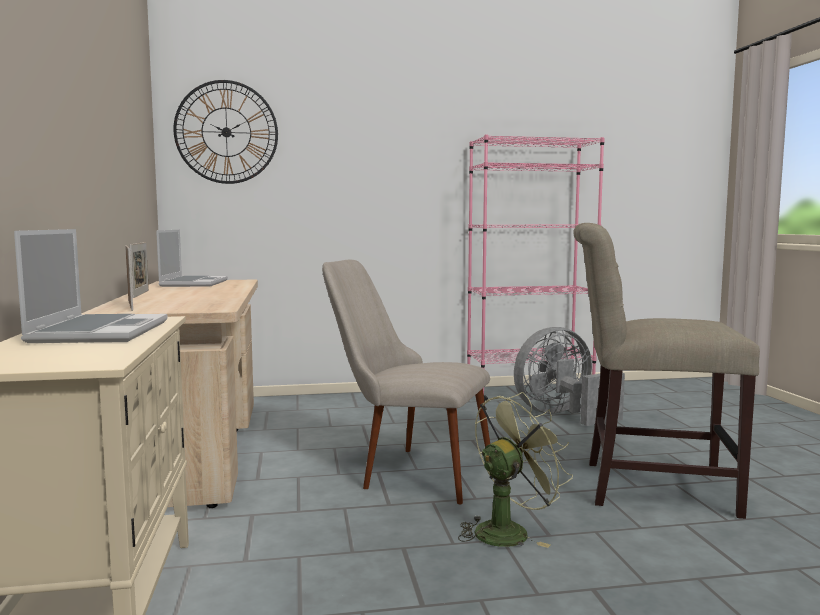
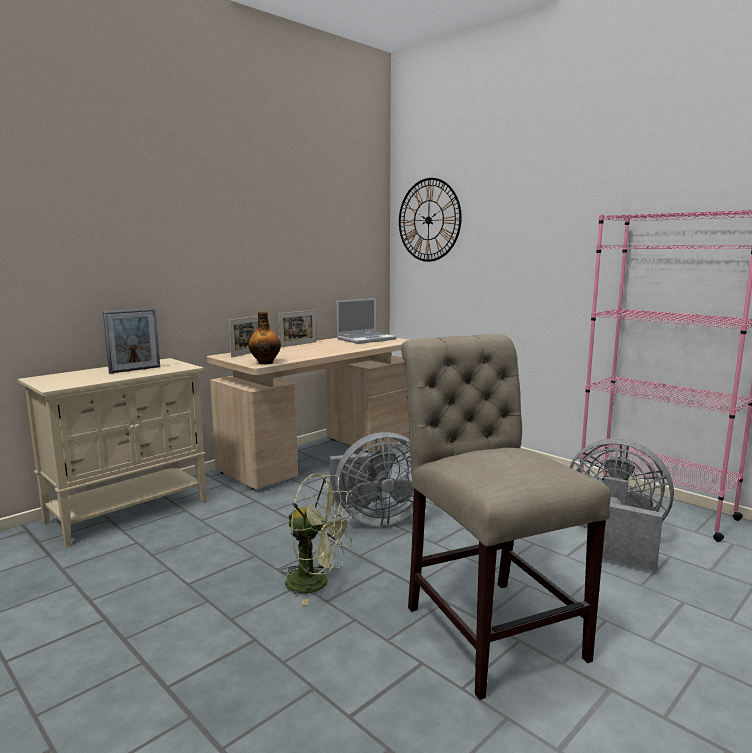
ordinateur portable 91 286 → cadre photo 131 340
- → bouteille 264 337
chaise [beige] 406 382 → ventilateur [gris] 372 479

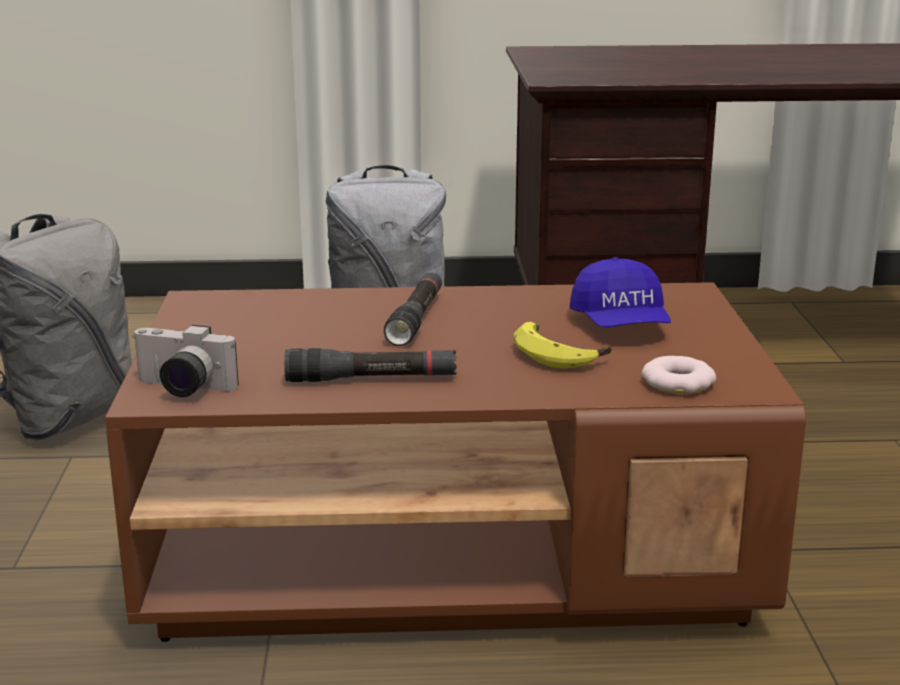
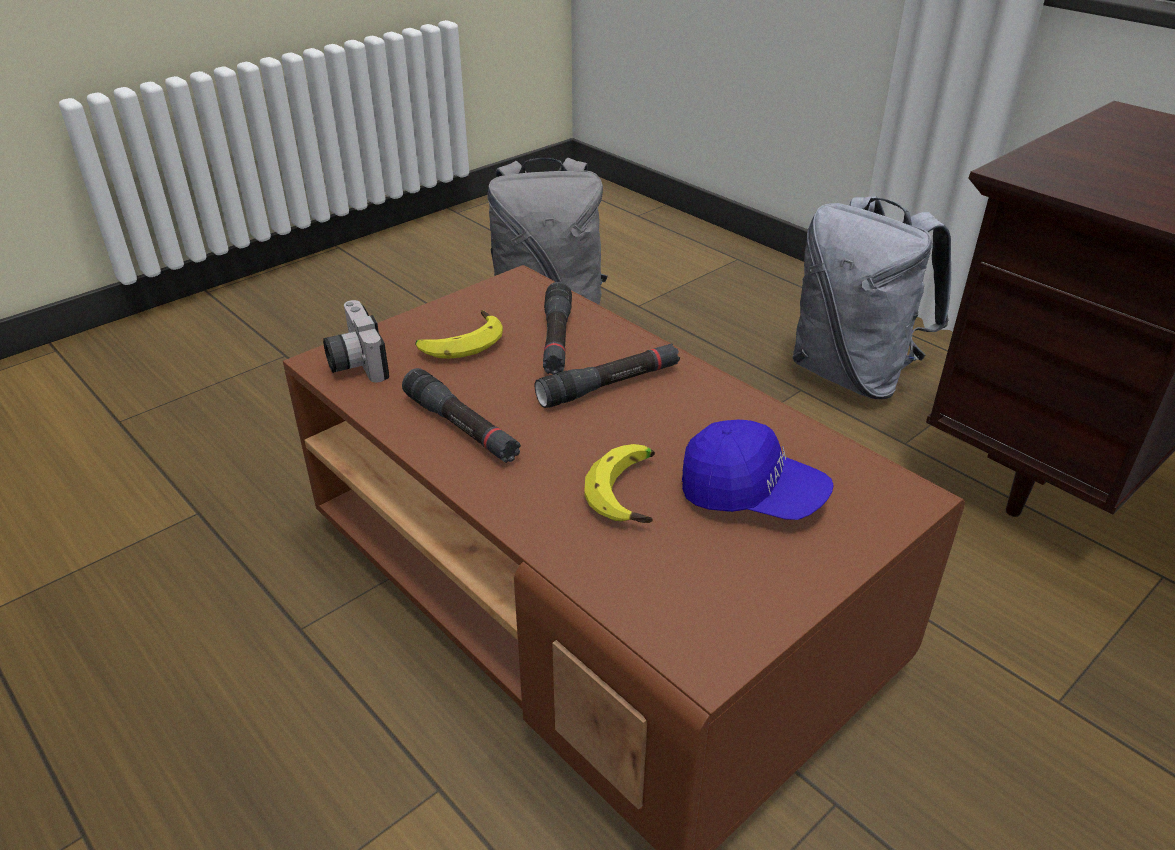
- → banane 459 334
- → lampe de poche [noir] 557 328
casquette [bleu] 620 292 → casquette [bleu] 758 470, 105 degrees counterclockwise
beignet 678 375 → -

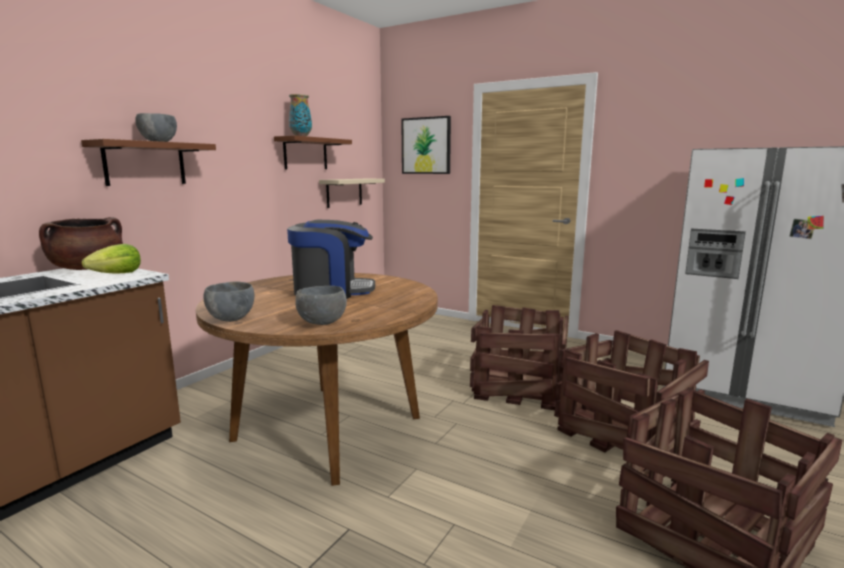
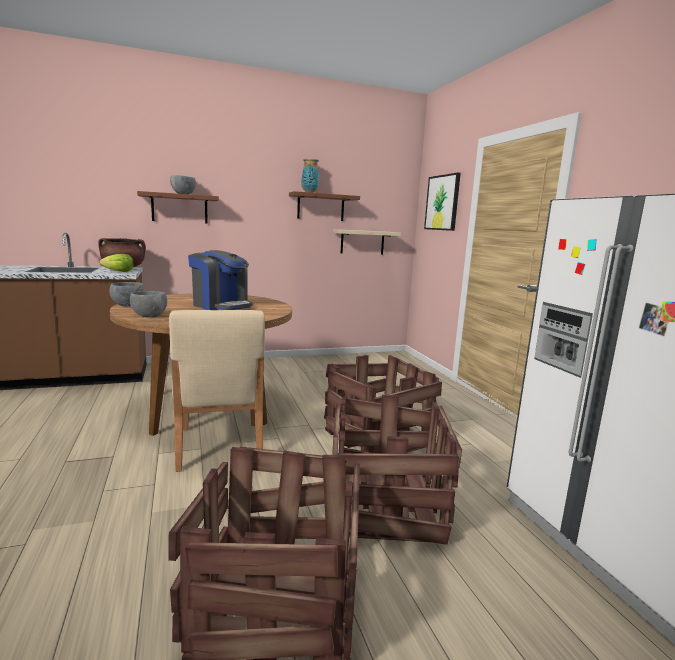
- → chaise [beige] 217 391

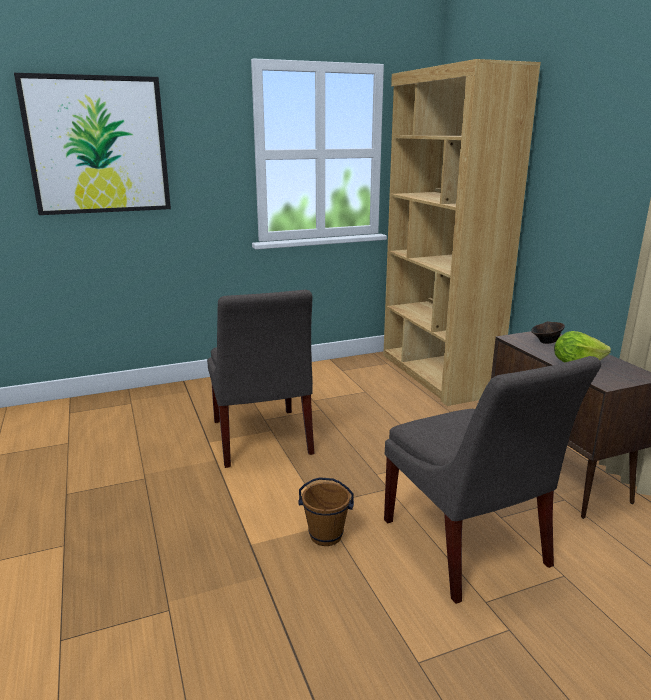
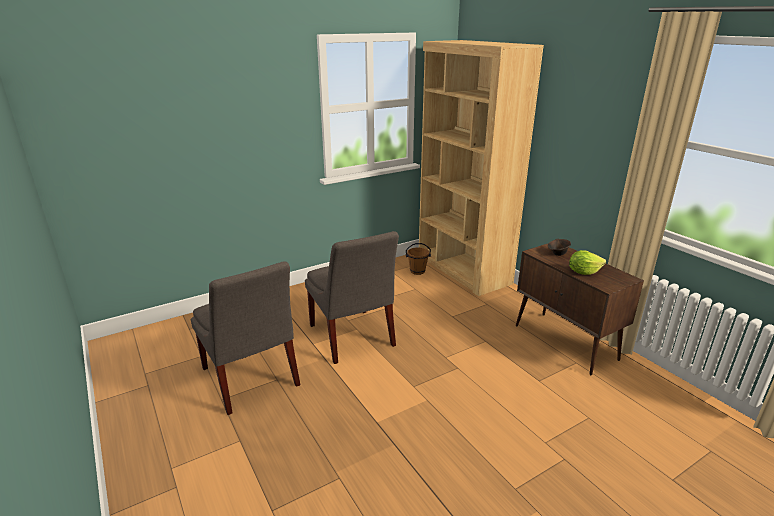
chaise [gris] 492 480 → chaise [gris] 245 338, relocated
seau [marron] 326 511 → seau [marron] 418 259, relocated
tableau 92 144 → -

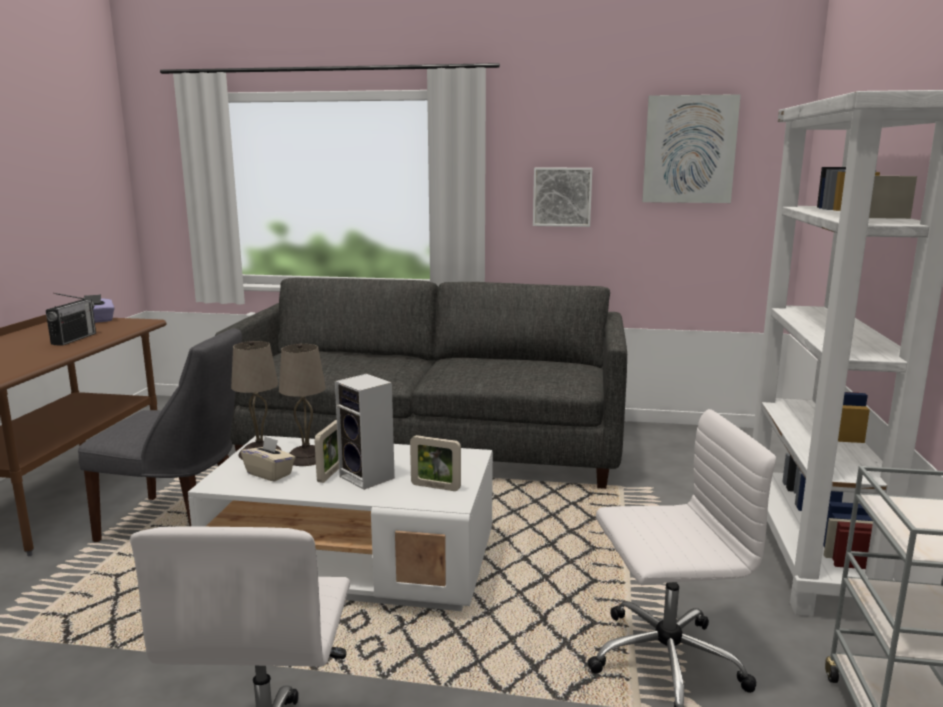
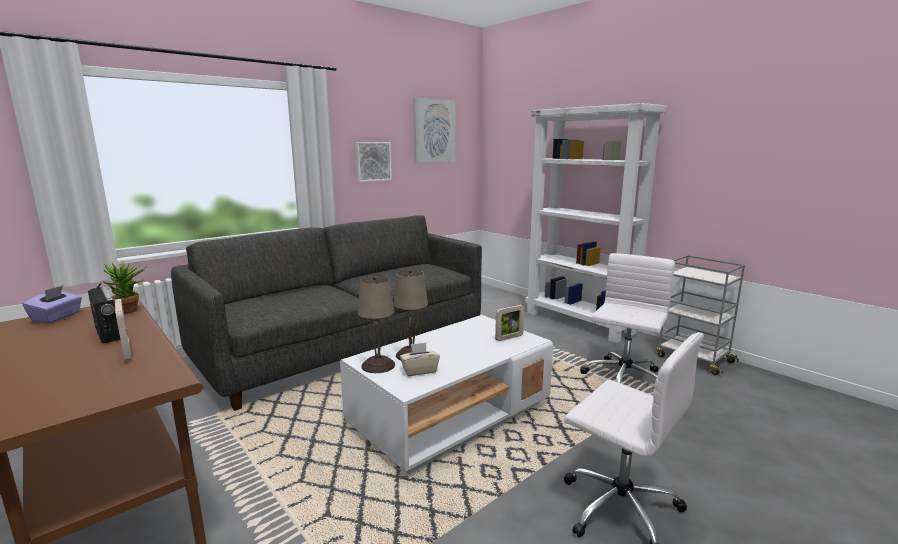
- → plante en pot 123 287
cadre photo 326 451 → cadre photo 123 330, relocated
chaise [gris] 160 435 → -
enceinte 365 432 → -

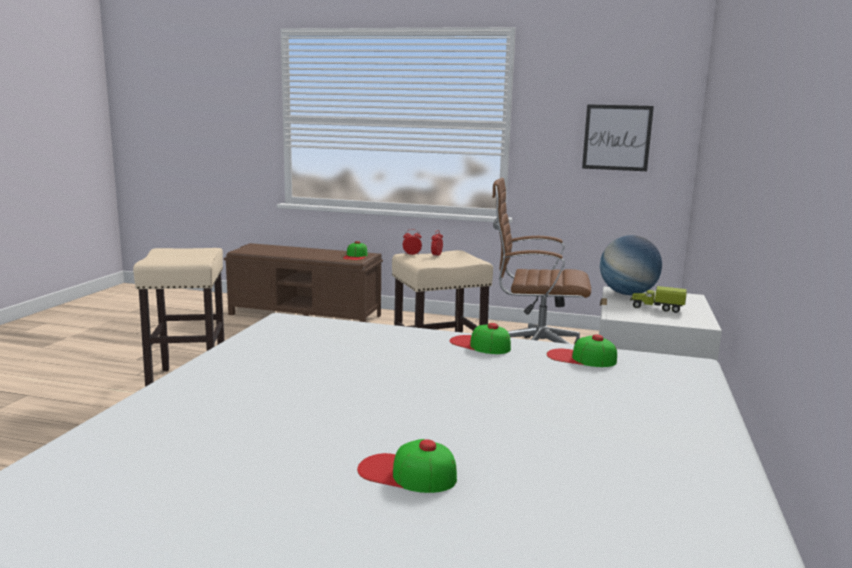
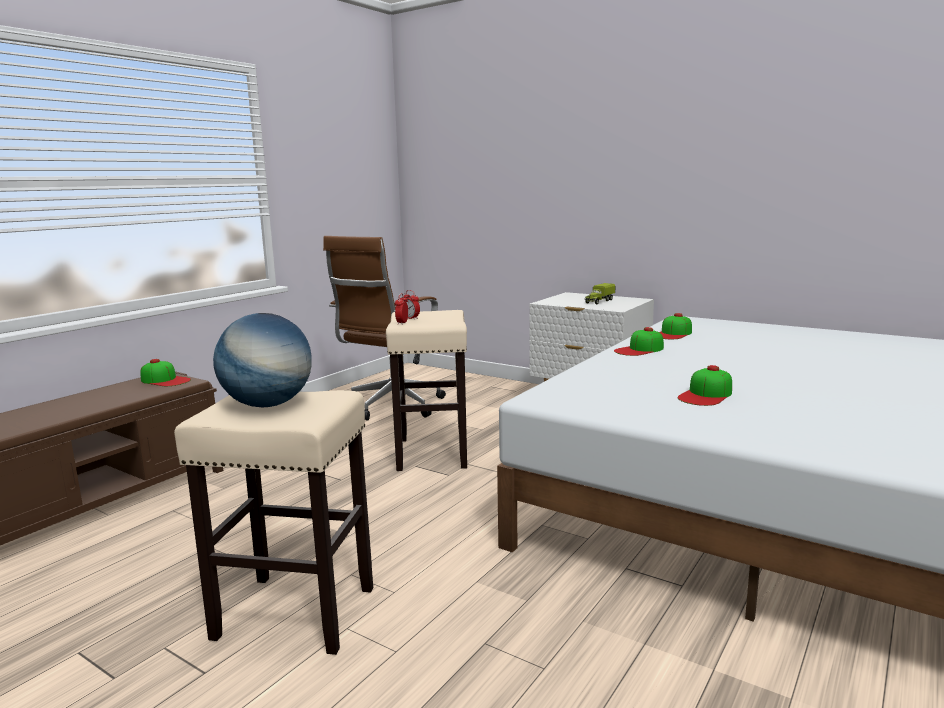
globe 631 265 → globe 262 360, relocated
casquette 407 466 → casquette 705 385, relocated
tableau 618 137 → -

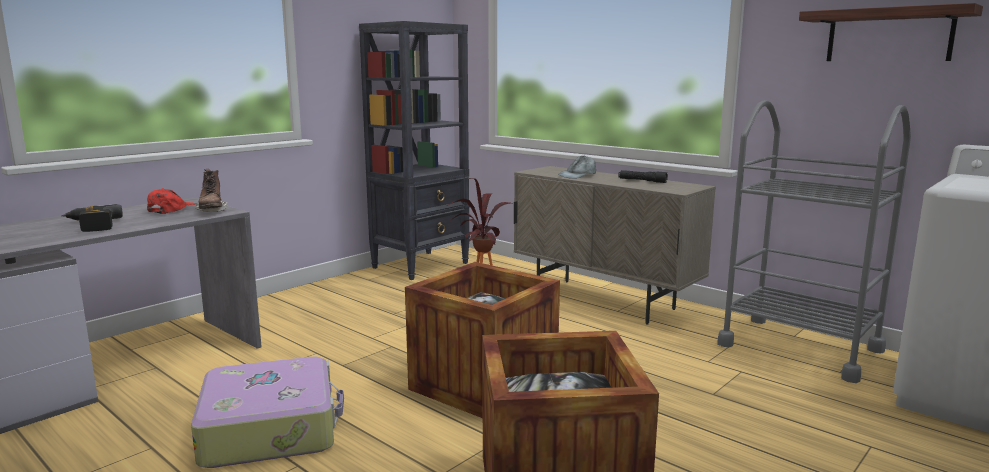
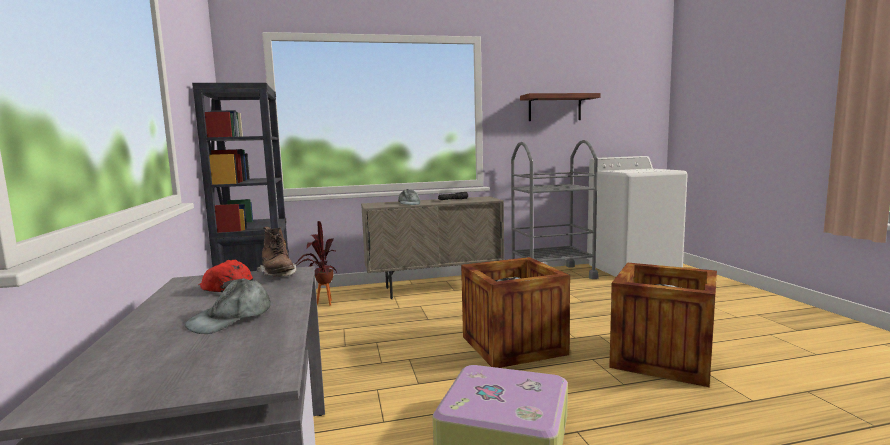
perceuse 92 218 → casquette [gris] 227 306
botte [marron] 212 190 → botte [marron] 276 251, 45 degrees clockwise

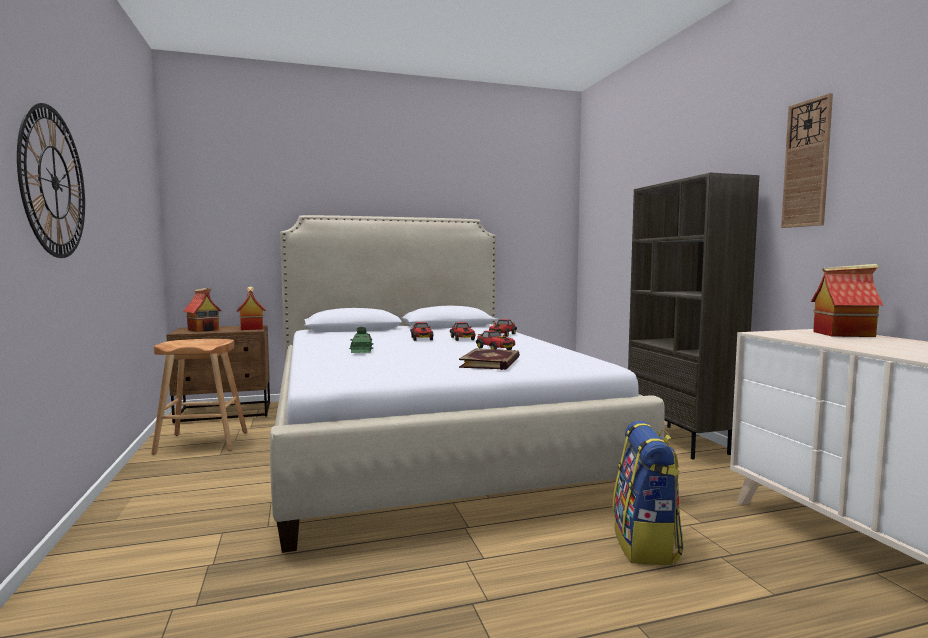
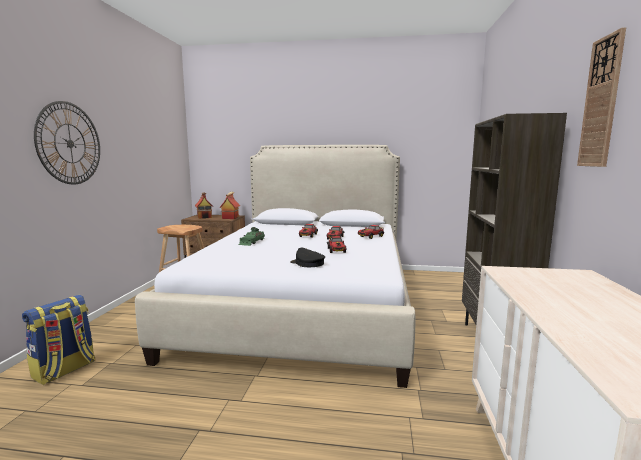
sac à dos 648 493 → sac à dos 59 340, relocated
livre 489 359 → casquette [noir] 307 257
maison miniature 847 300 → -

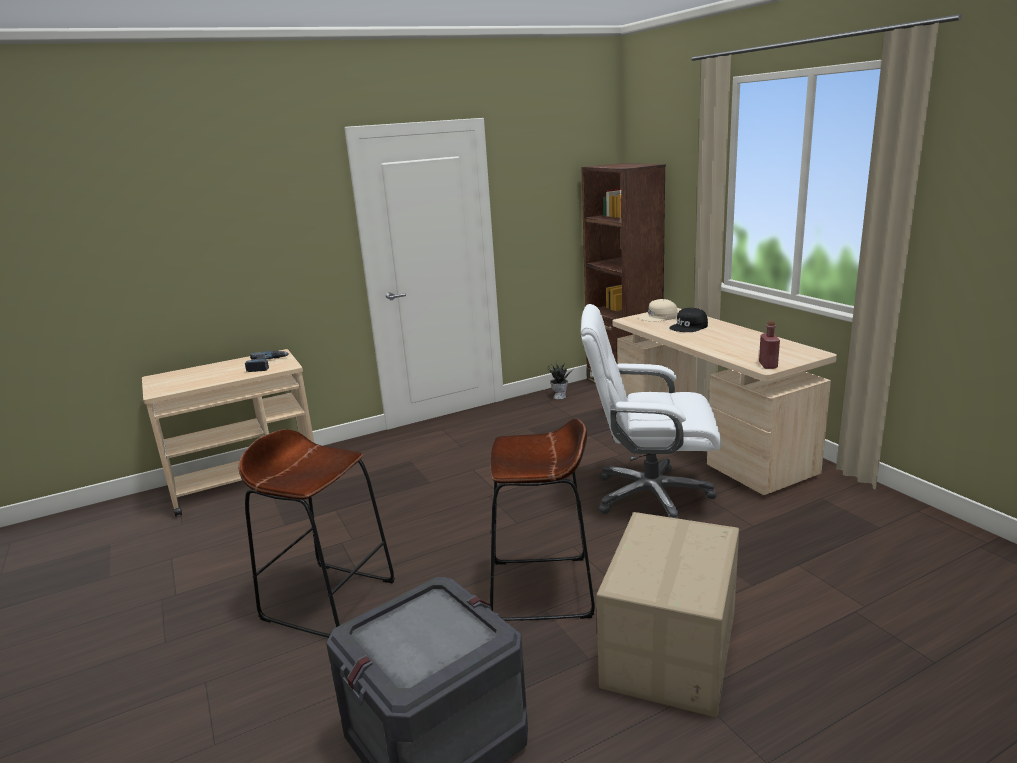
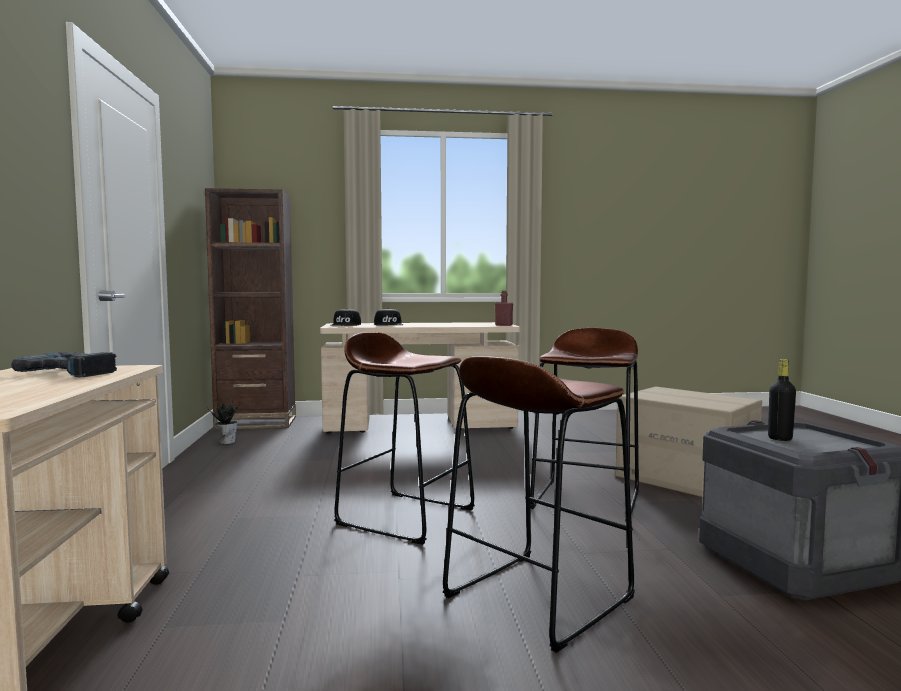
casquette [beige] 658 310 → casquette [noir] 346 317
- → tabouret [marron] 404 438
- → bouteille [noir] 782 400
chaise de bureau [blanc] 651 411 → -

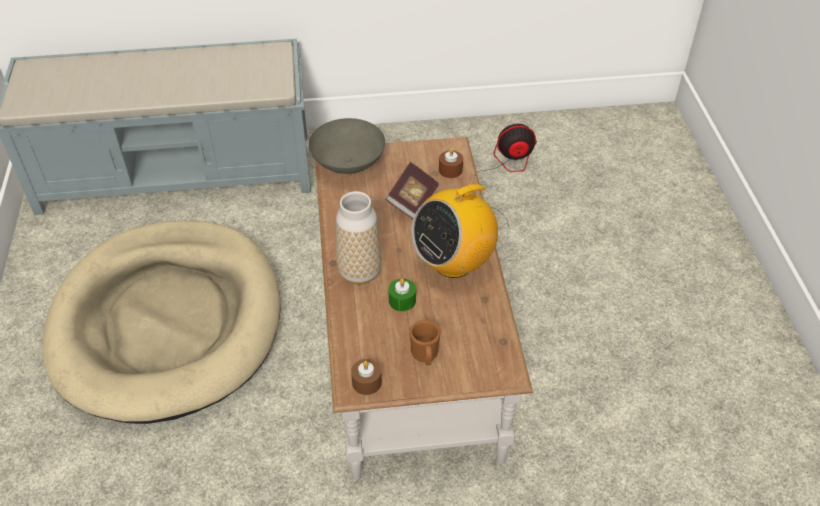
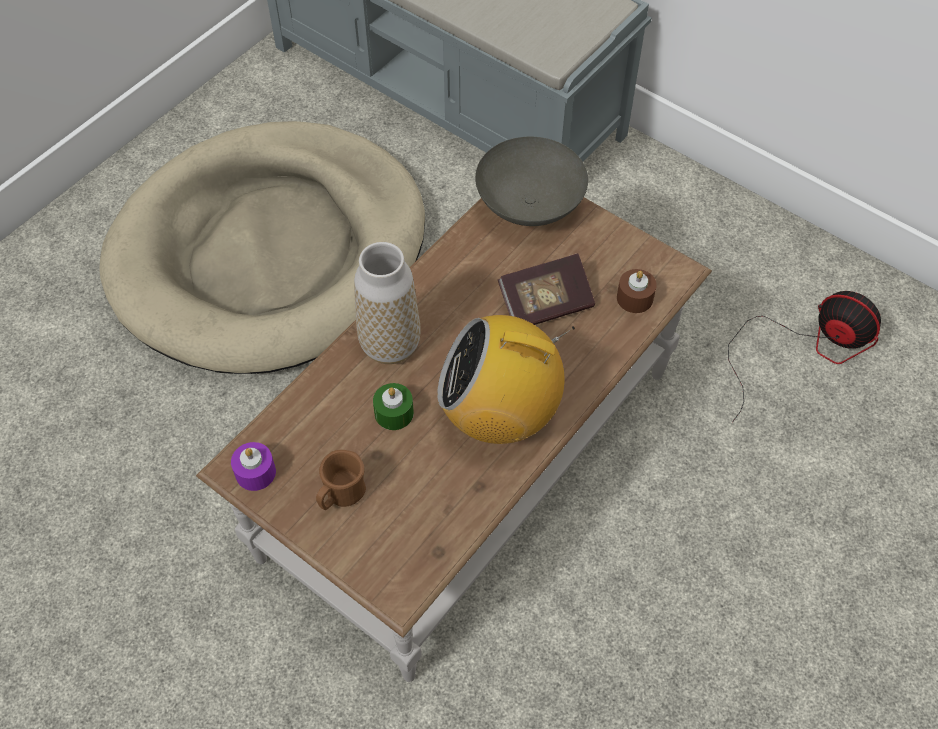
bougie [marron] 366 377 → bougie [violet] 253 466

